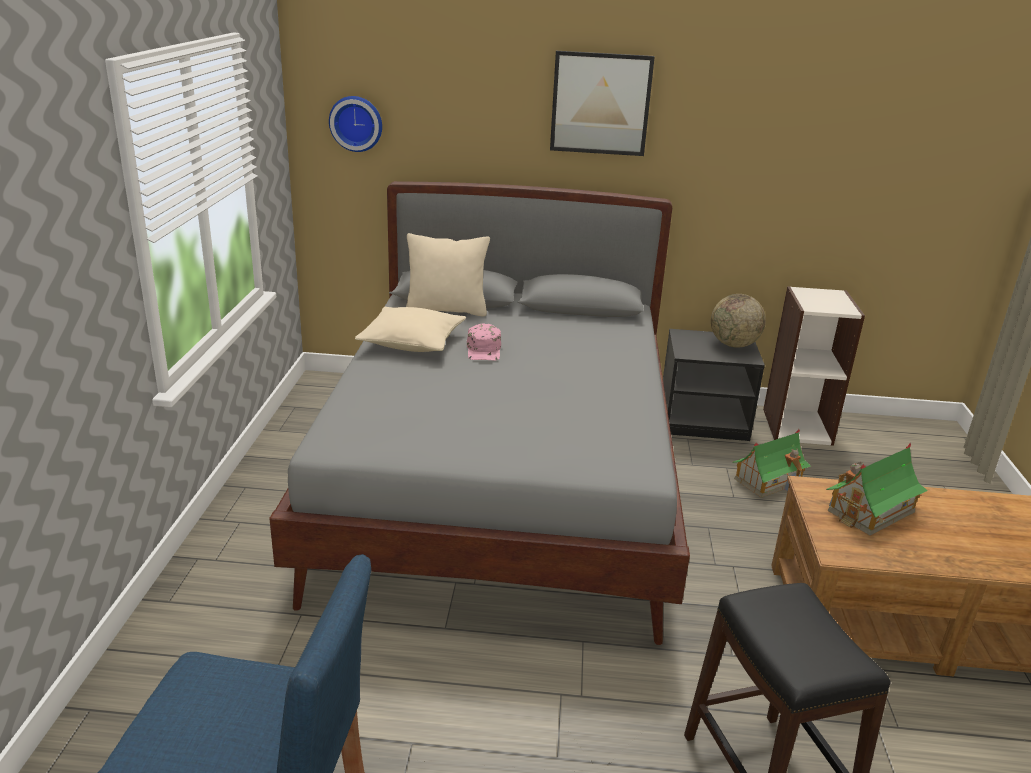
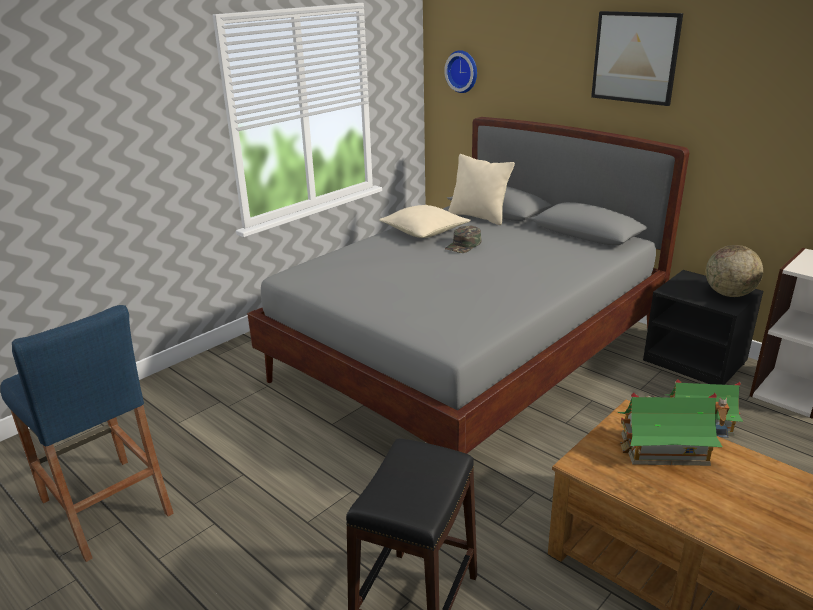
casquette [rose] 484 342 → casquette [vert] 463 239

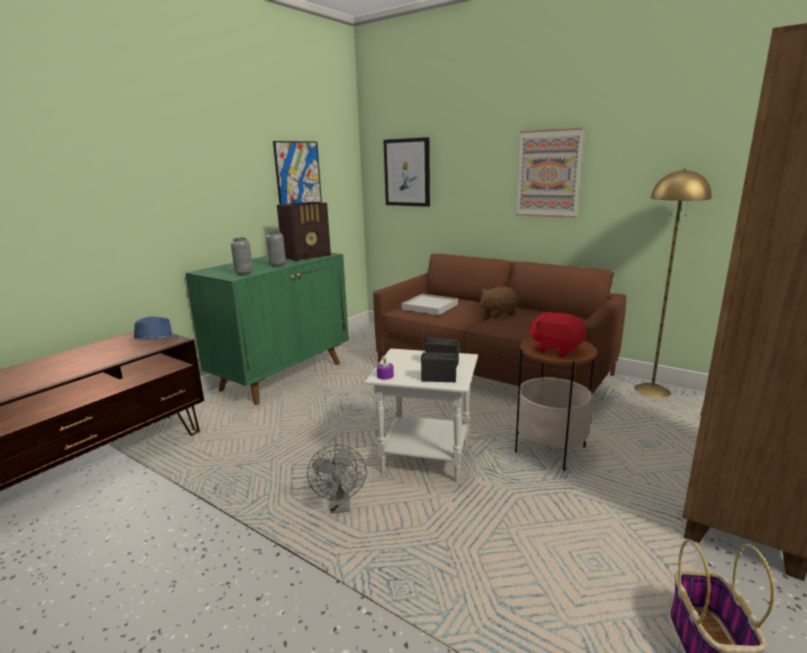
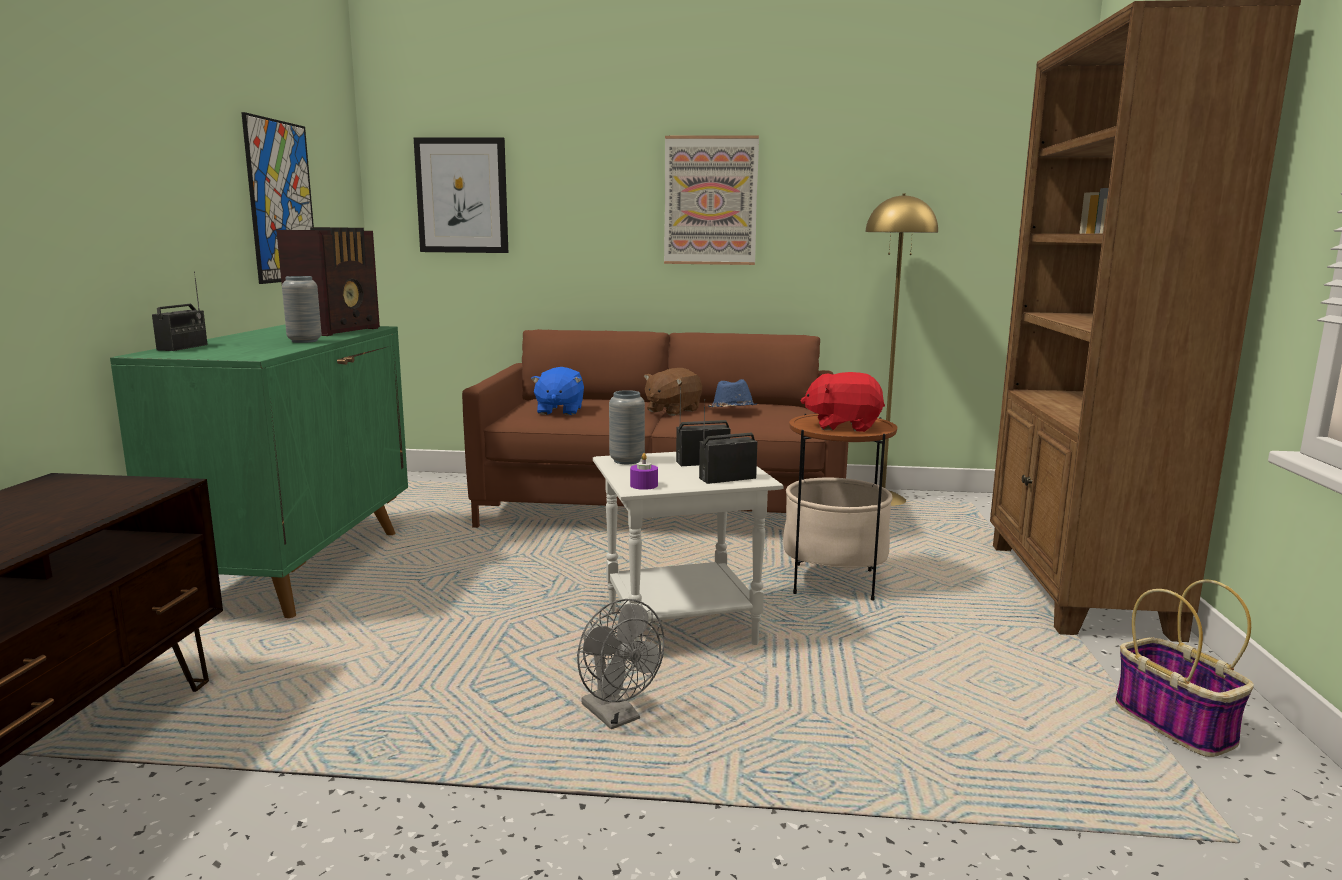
- → radio 180 311
plateau [blanc] 429 304 → peluche [bleu] 557 391
vase [gris] 242 256 → vase [gris] 627 427, relocated
chapeau [bleu] 154 329 → chapeau [bleu] 732 393, relocated

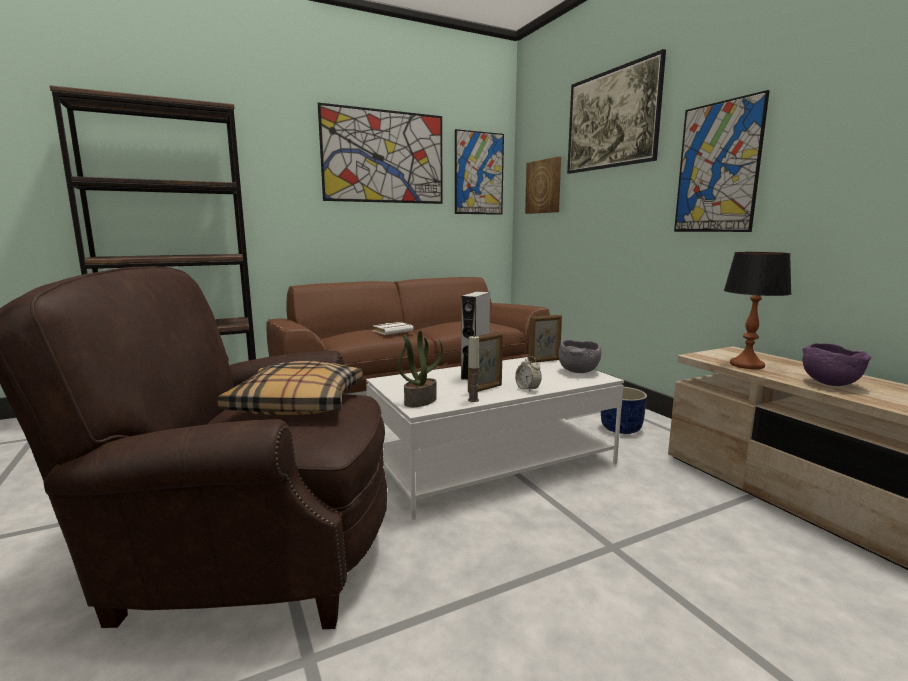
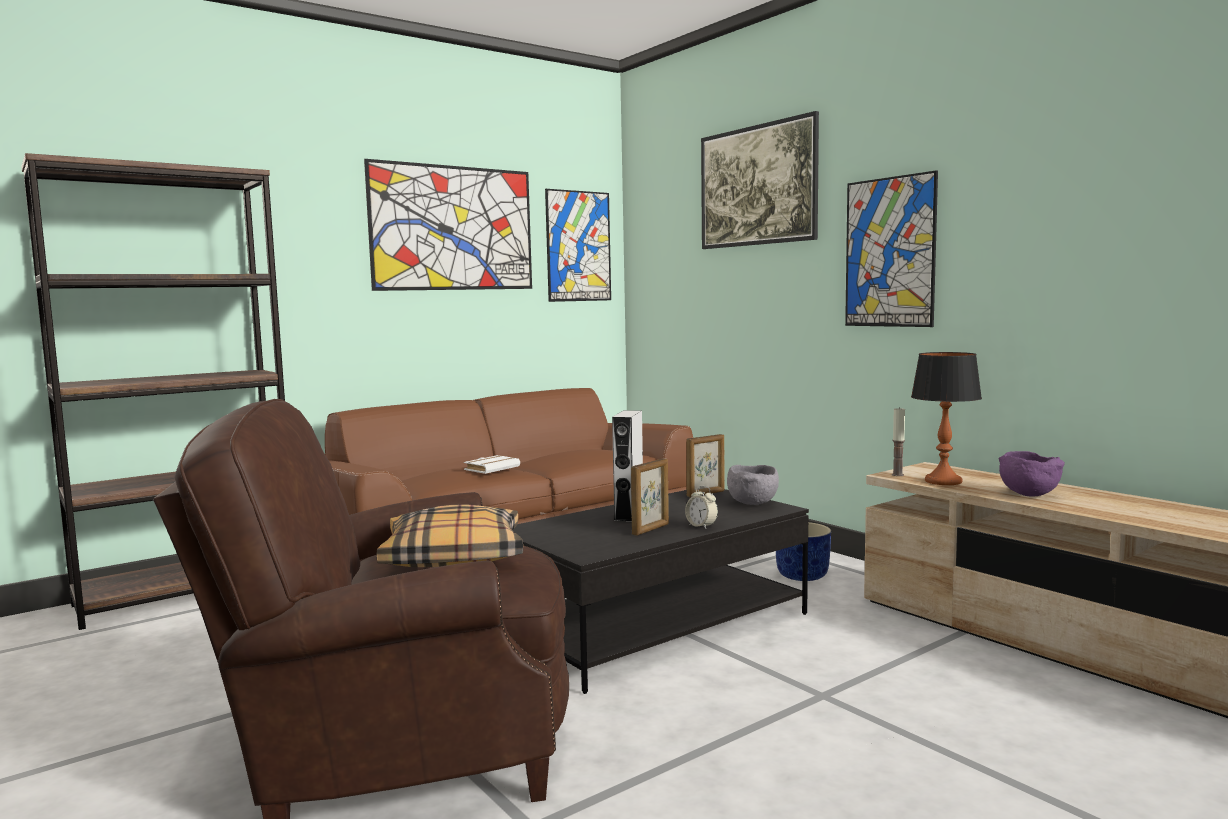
table basse [blanc] 495 438 → table basse [noir] 661 591
bougie 474 369 → bougie 898 441, relocated
plante en pot 420 369 → -
tableau 543 185 → -

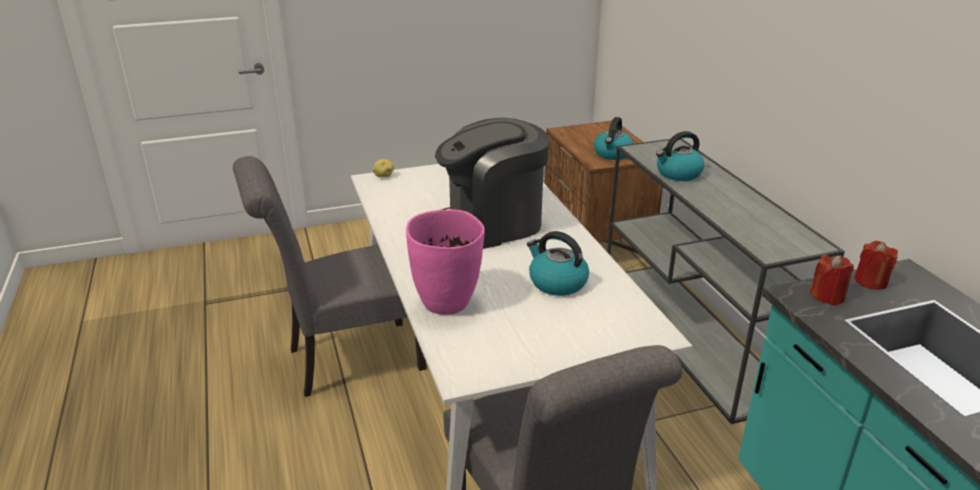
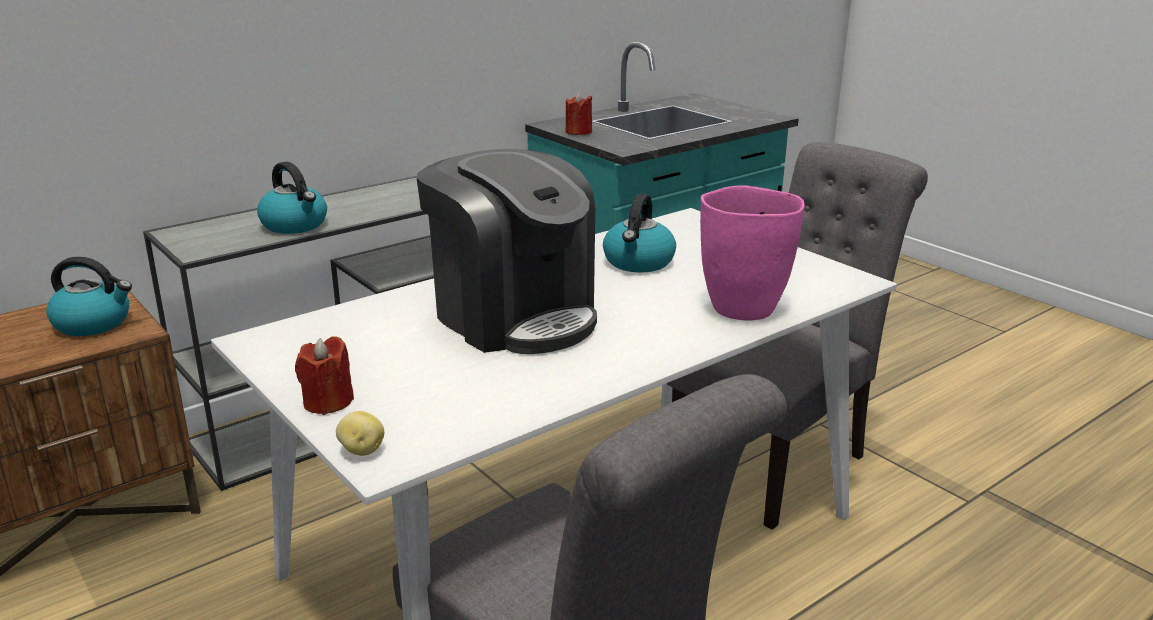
bougie [rouge] 832 280 → bougie [rouge] 324 375, relocated

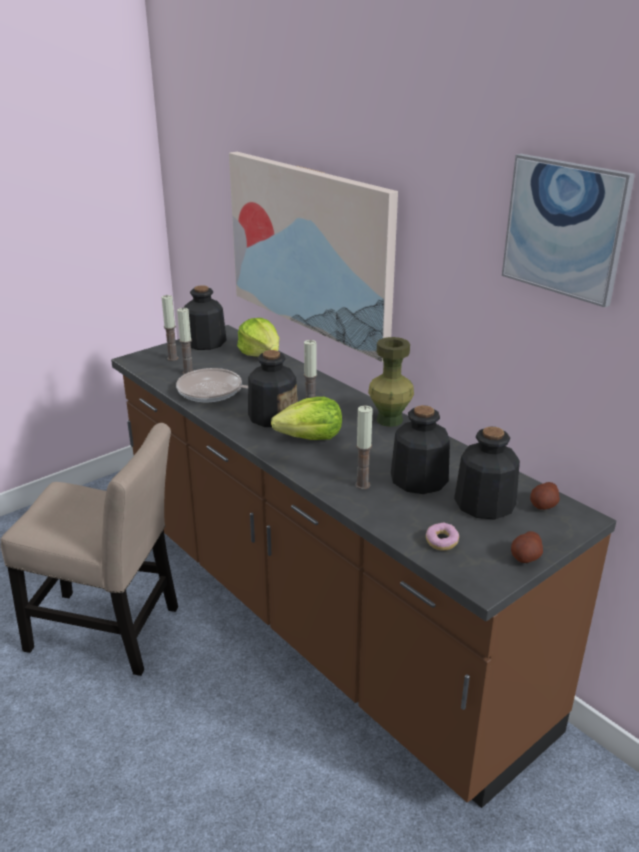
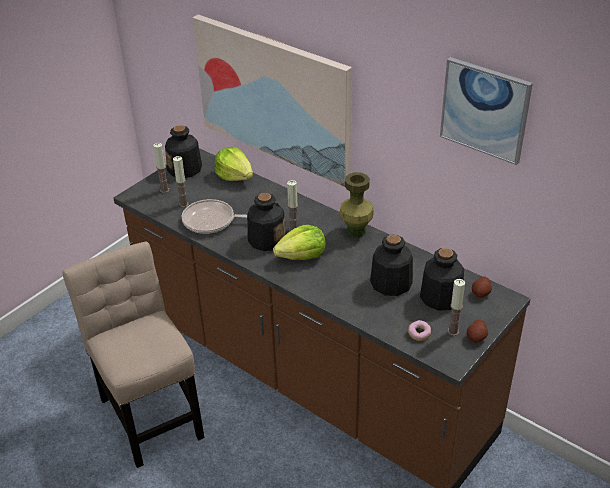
chaise [beige] 89 549 → chaise [beige] 133 354, 120 degrees counterclockwise
bougie 364 447 → bougie 456 307, relocated

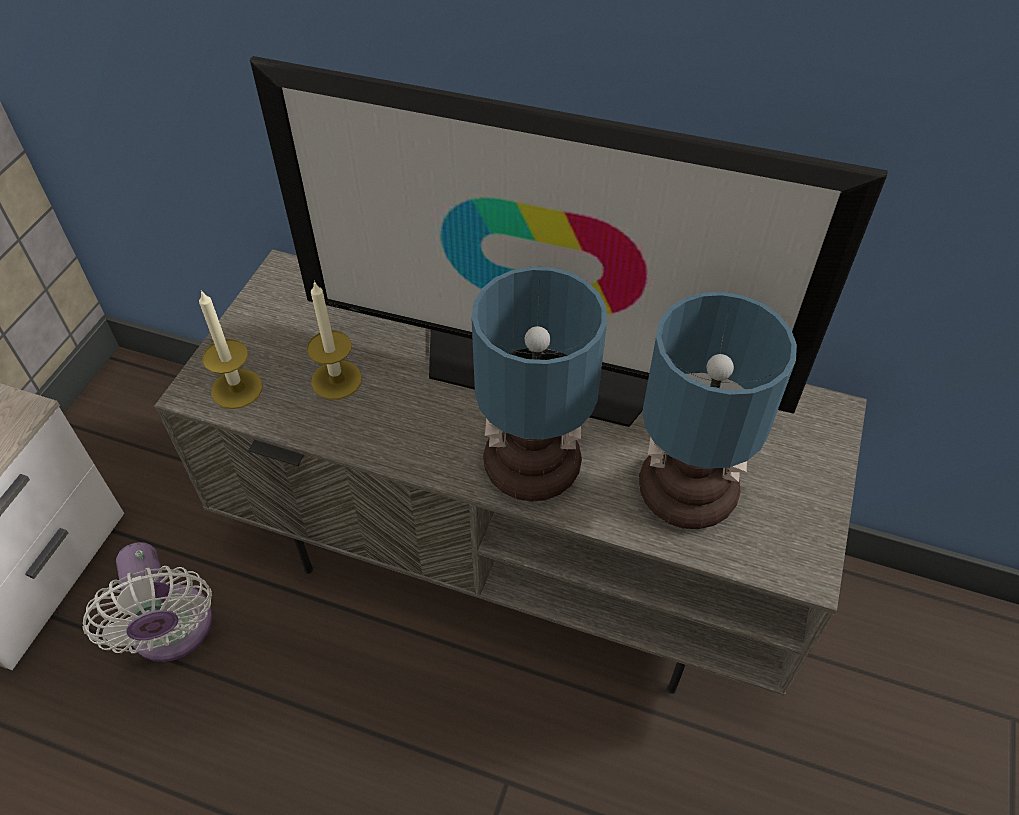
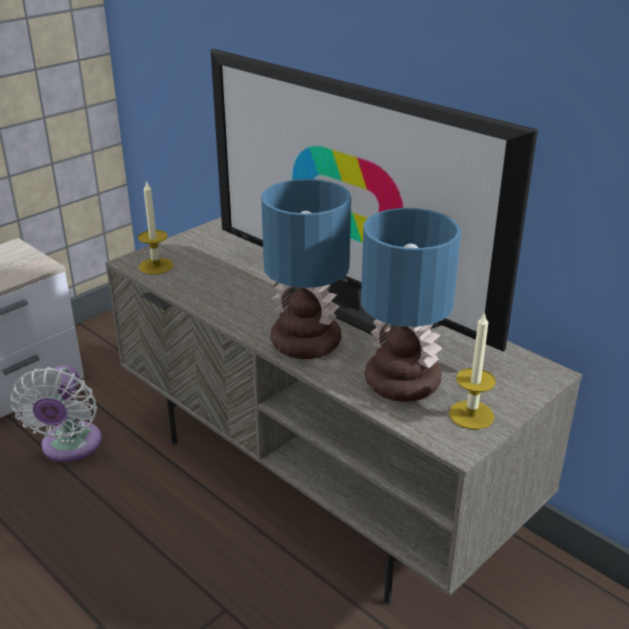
bougie 334 340 → bougie 472 370, relocated

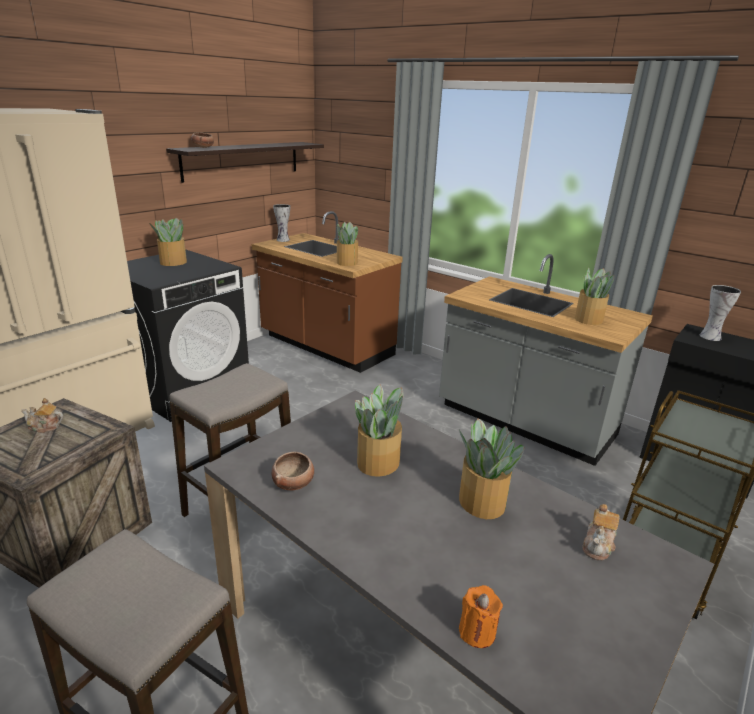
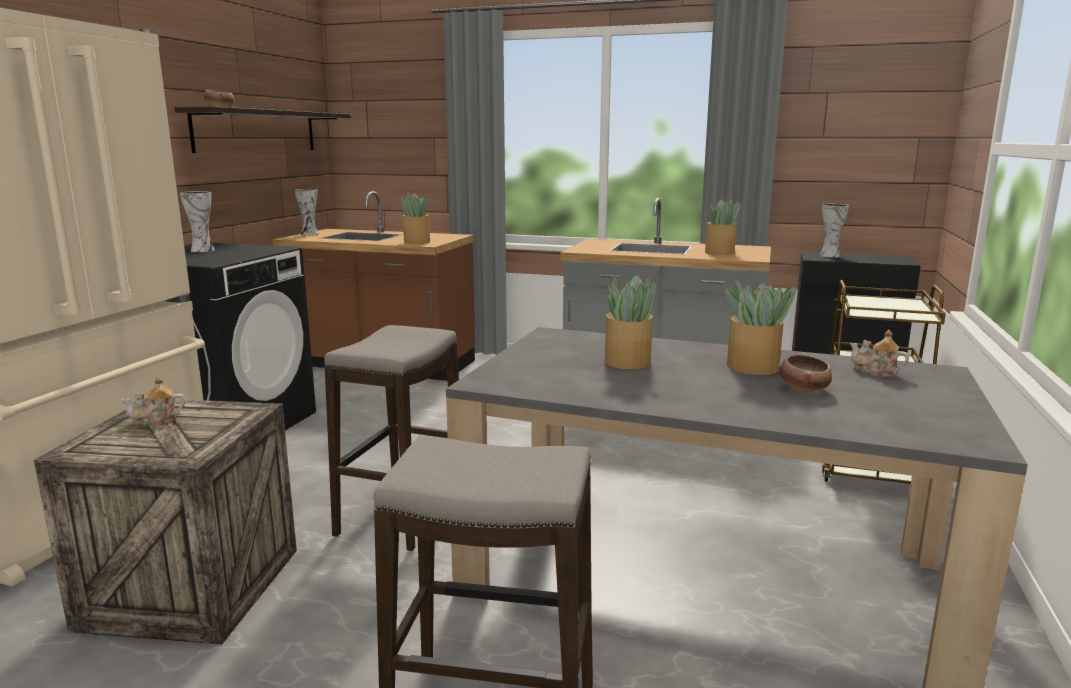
plante en pot 168 242 → vase 197 221
bol 293 471 → bol 806 373, relocated
théière 601 532 → théière 879 353, 120 degrees clockwise
bougie [orange] 481 616 → -

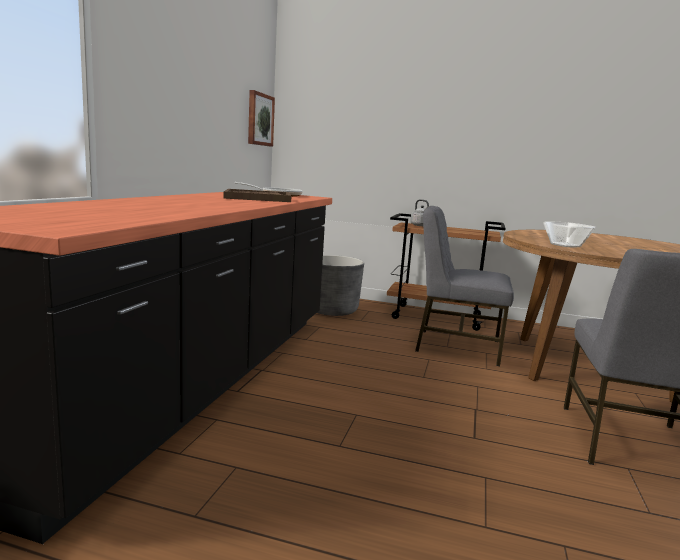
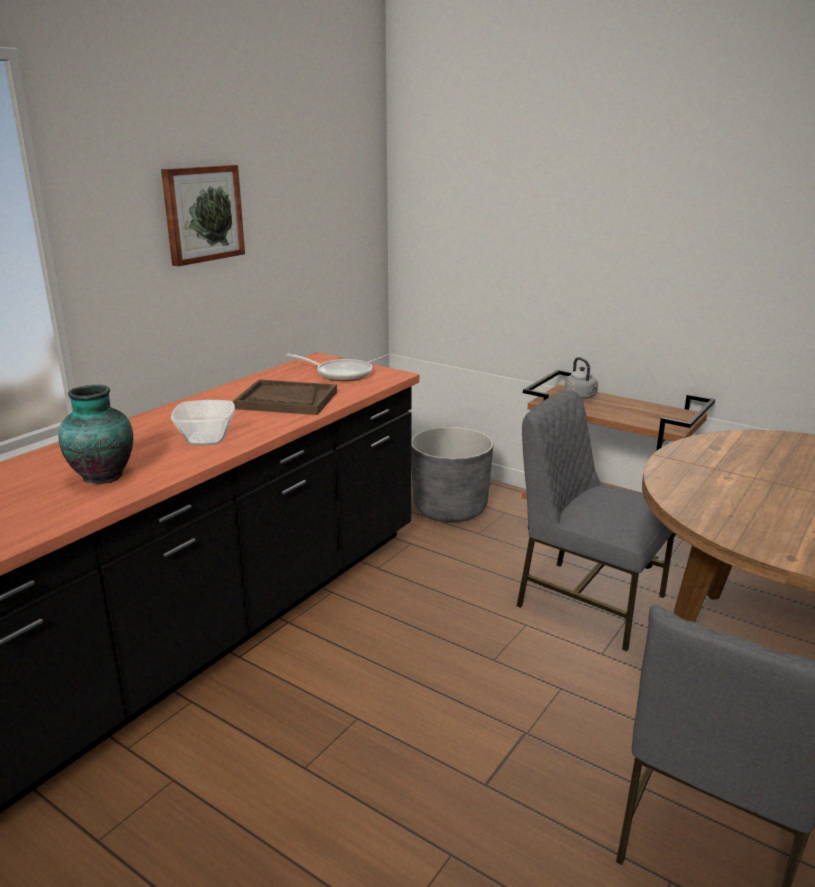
- → vase 95 434
tableau 261 118 → tableau 203 215, relocated
bol 569 234 → bol 203 423, relocated

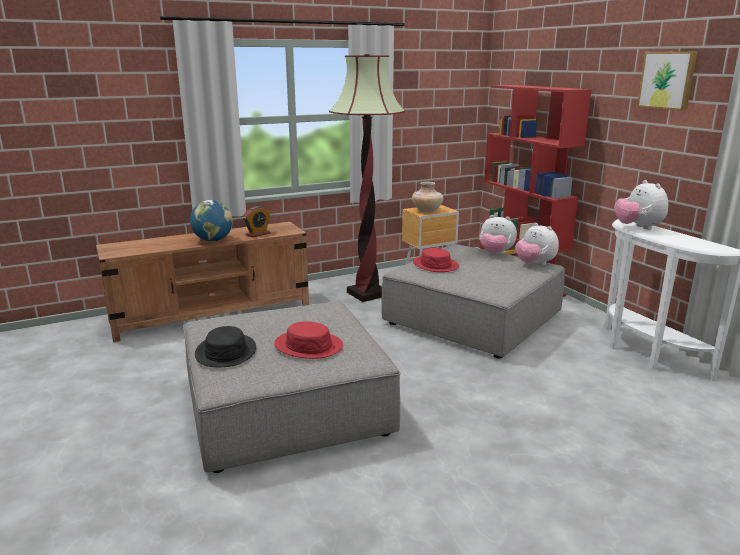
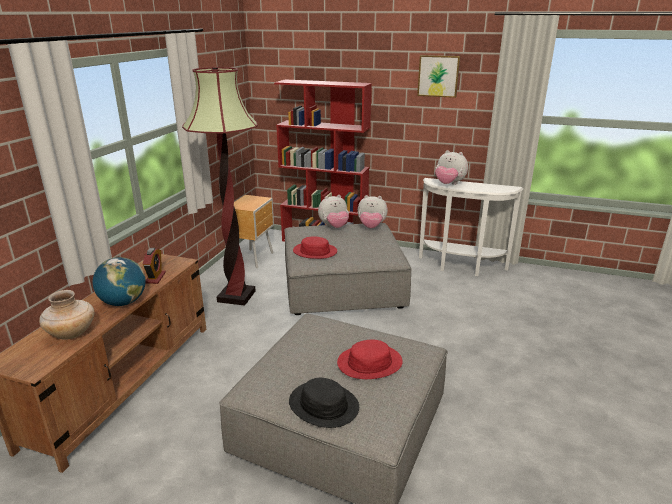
vase [beige] 427 197 → vase [beige] 66 315, relocated

